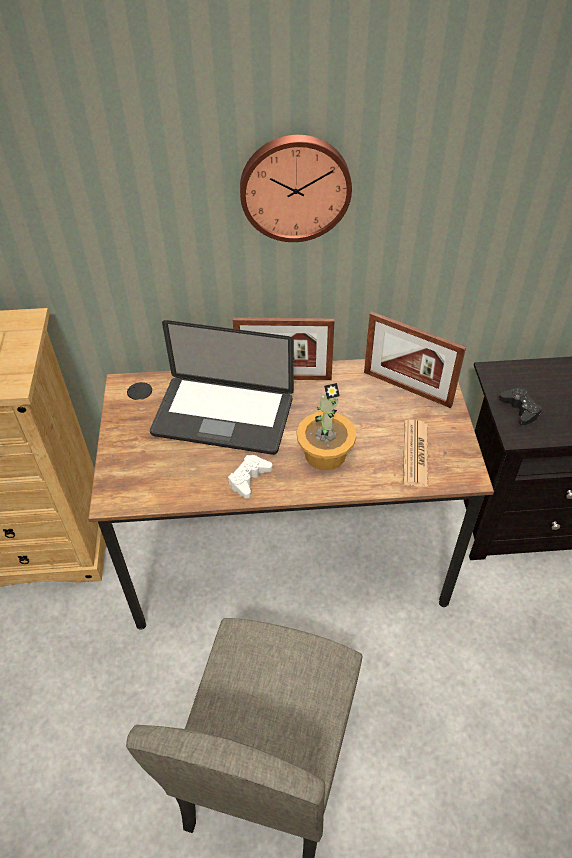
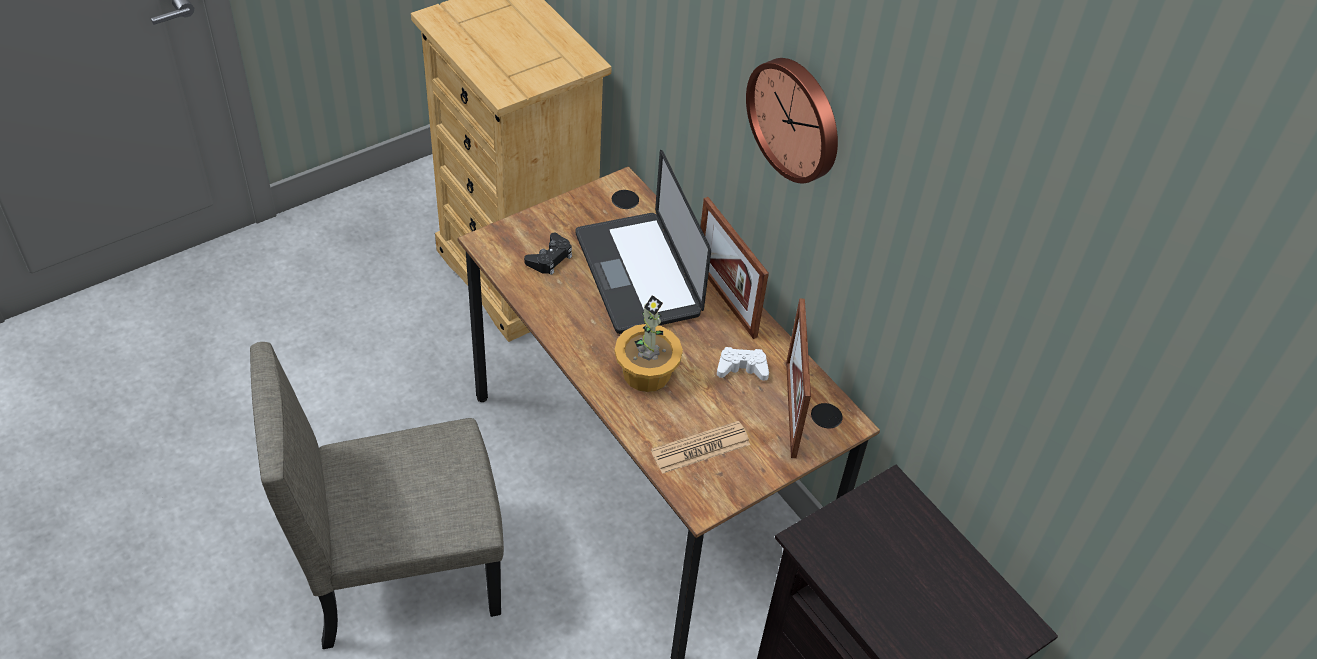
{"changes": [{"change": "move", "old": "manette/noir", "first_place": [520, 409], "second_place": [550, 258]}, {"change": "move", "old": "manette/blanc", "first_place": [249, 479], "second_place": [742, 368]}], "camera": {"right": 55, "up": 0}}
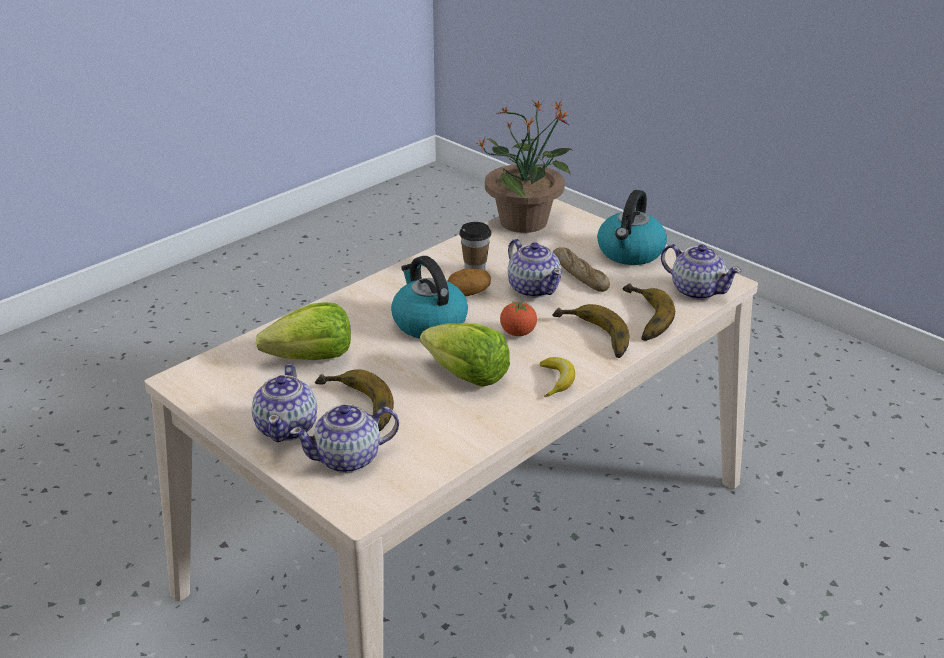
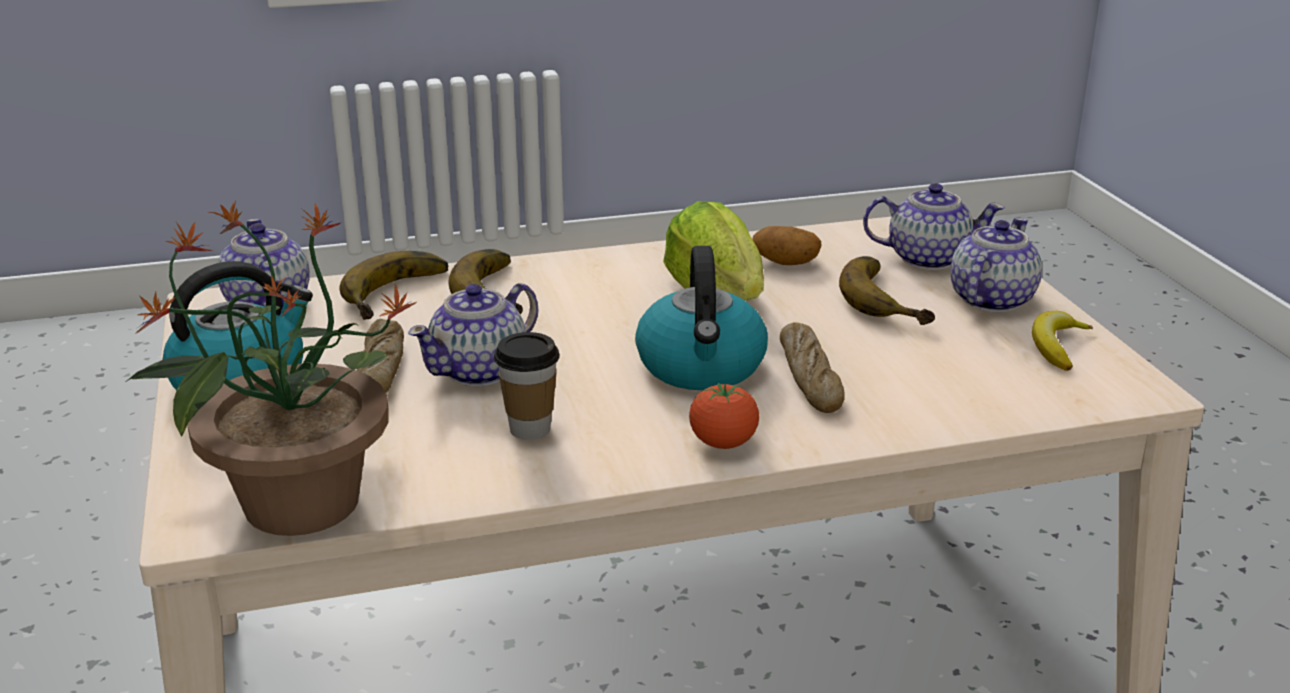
{"changes": [{"change": "rotate", "old": "théière", "first_place": [534, 288], "second_place": [480, 371], "degrees": -135}, {"change": "move", "old": "pomme de terre", "first_place": [469, 292], "second_place": [785, 262]}, {"change": "move", "old": "tomate", "first_place": [518, 333], "second_place": [723, 443]}, {"change": "delete", "old": "laitue", "first_place": [312, 358]}, {"change": "move", "old": "banane", "first_place": [557, 381], "second_place": [1057, 347]}, {"change": "insert", "new": "pain", "second_place": [810, 378]}], "camera": {"right": -150, "up": -5}}
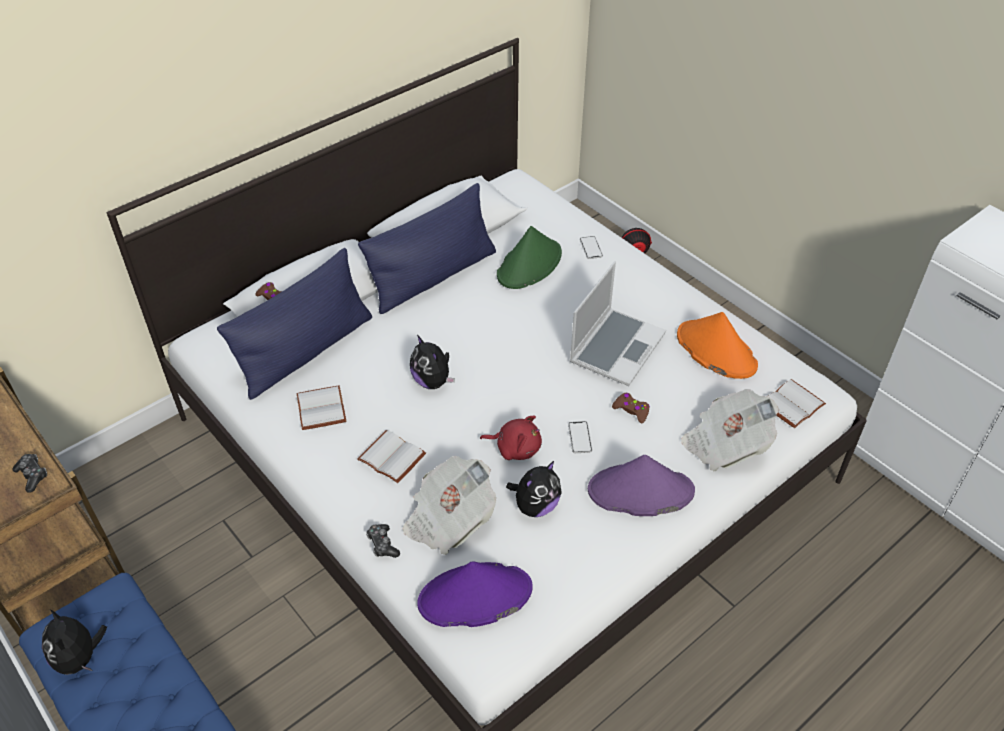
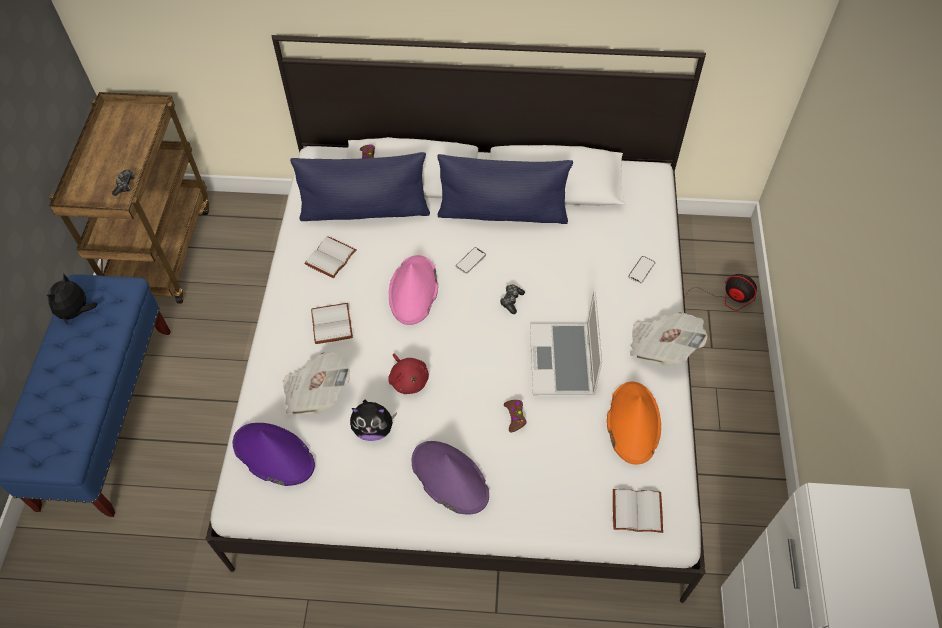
{"changes": [{"change": "delete", "old": "chapeau/vert", "first_place": [529, 264]}, {"change": "rotate", "old": "ordinateur portable", "first_place": [616, 347], "second_place": [563, 362], "degrees": 105}, {"change": "replace", "old": "peluche", "new": "chapeau/rose", "first_place": [433, 381], "second_place": [413, 291]}, {"change": "move", "old": "journal", "first_place": [725, 444], "second_place": [662, 347]}, {"change": "move", "old": "téléphone", "first_place": [579, 438], "second_place": [470, 261]}, {"change": "move", "old": "manette", "first_place": [382, 544], "second_place": [511, 301]}], "camera": {"right": 45, "up": 10}}
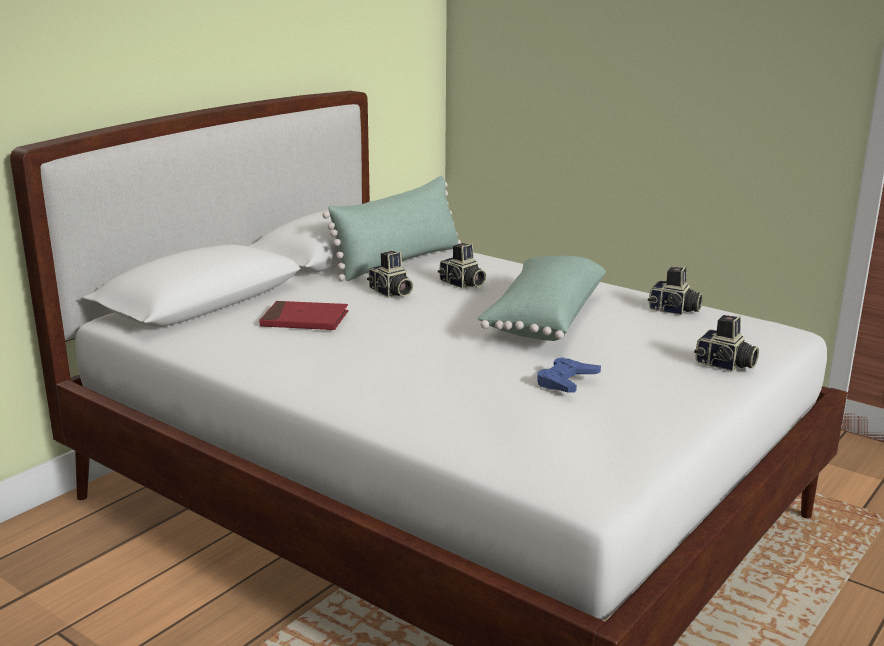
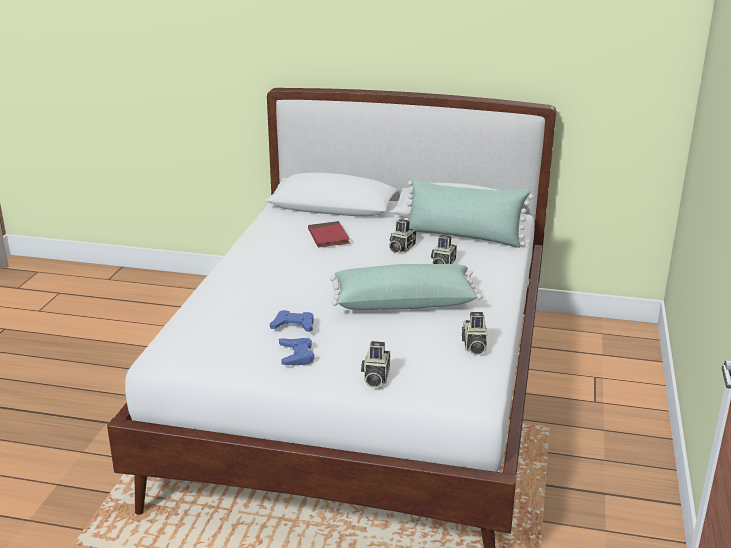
{"changes": [{"change": "insert", "new": "manette/bleu", "second_place": [296, 355]}], "camera": {"right": 65, "up": 5}}
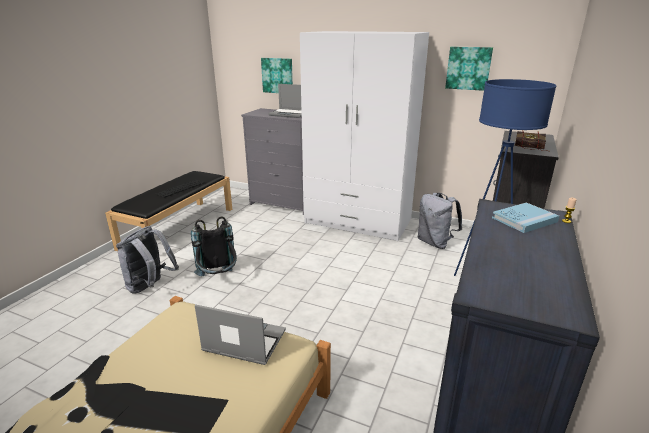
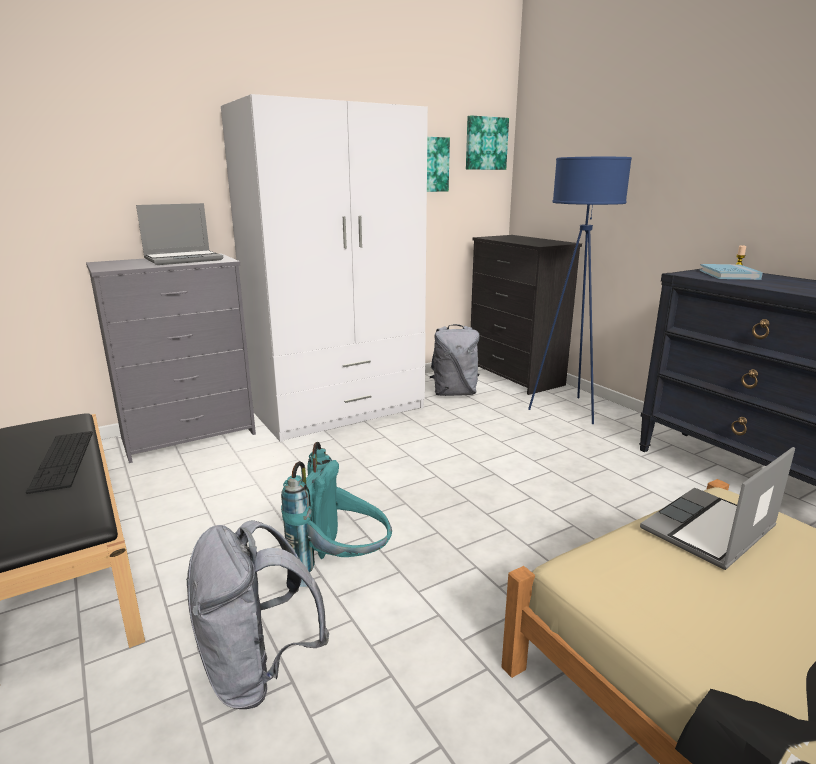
{"changes": [{"change": "move", "old": "tableau", "first_place": [278, 75], "second_place": [485, 143]}, {"change": "delete", "old": "livre", "first_place": [531, 150]}, {"change": "recolor", "old": "sac à dos/noir", "new": "sac à dos/turquoise", "first_place": [218, 279], "second_place": [341, 569]}], "camera": {"right": -55, "up": -5}}
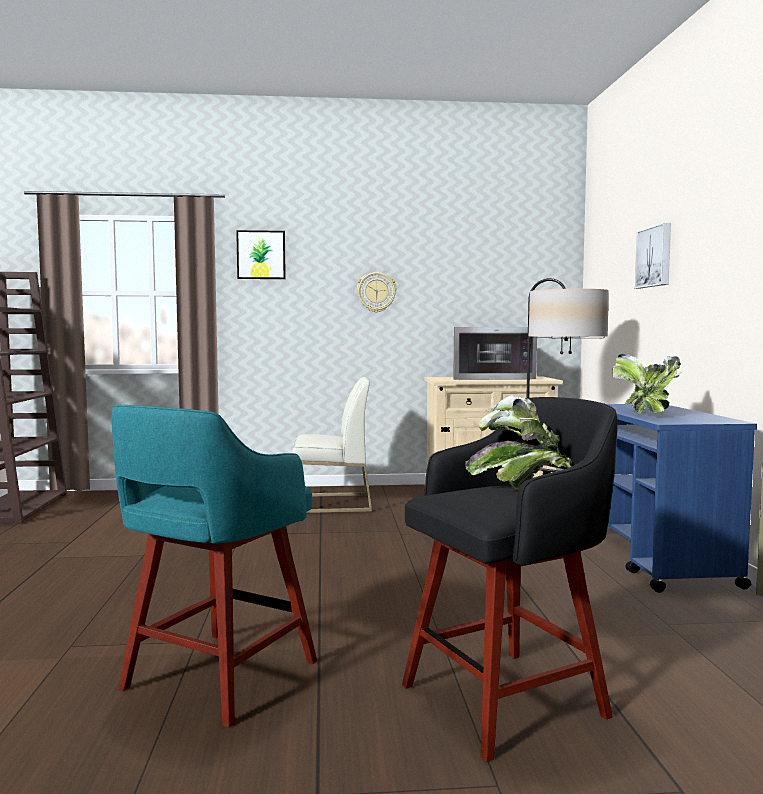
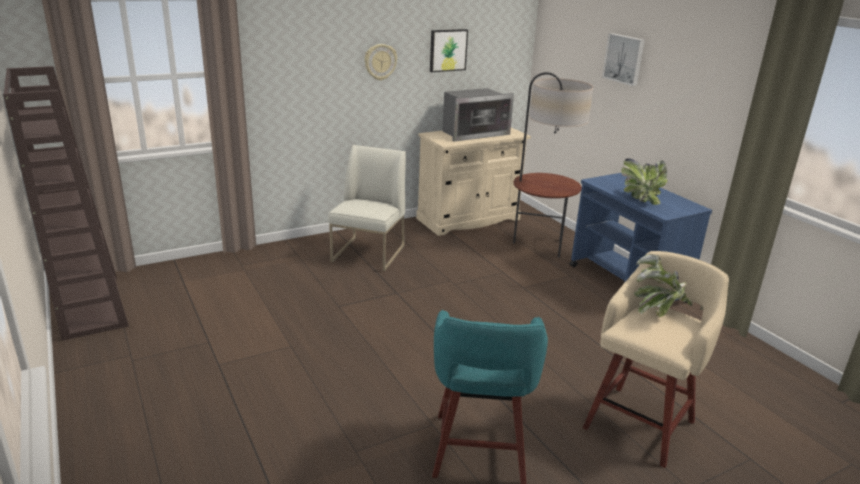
{"changes": [{"change": "move", "old": "tableau", "first_place": [261, 255], "second_place": [447, 50]}, {"change": "rotate", "old": "chaise/blanc", "first_place": [332, 503], "second_place": [369, 254], "degrees": -45}, {"change": "recolor", "old": "tabouret/noir", "new": "tabouret/beige", "first_place": [509, 699], "second_place": [641, 423]}], "camera": {"right": -25, "up": 20}}
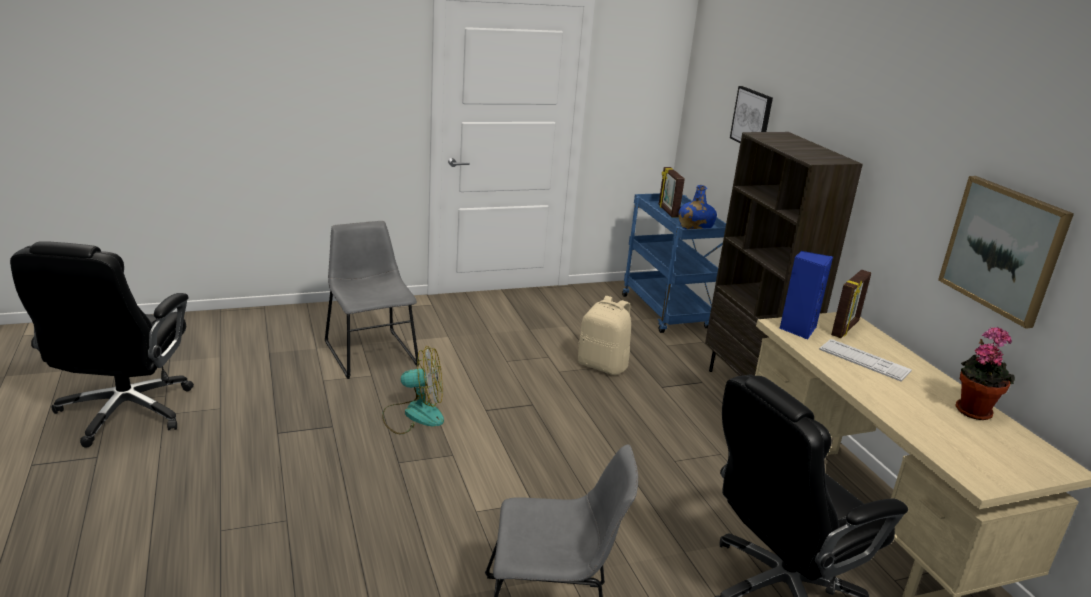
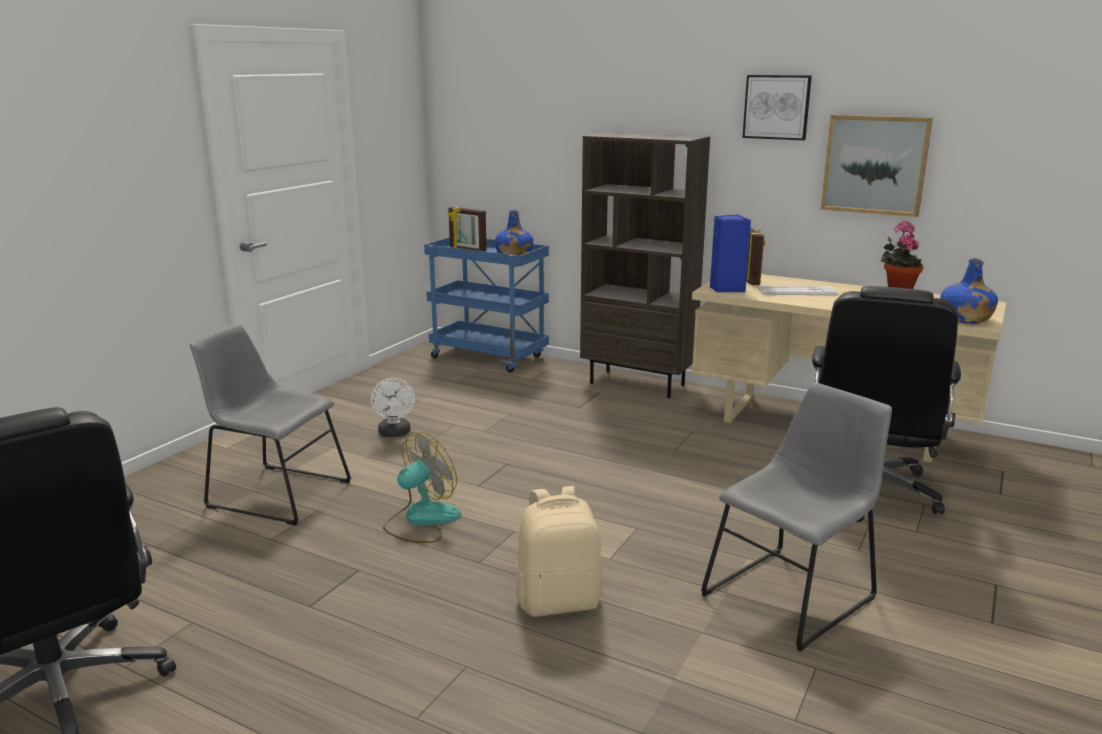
{"changes": [{"change": "move", "old": "tableau", "first_place": [752, 118], "second_place": [776, 107]}, {"change": "move", "old": "sac à dos/beige", "first_place": [603, 366], "second_place": [559, 601]}, {"change": "insert", "new": "bouteille/bleu", "second_place": [964, 319]}, {"change": "insert", "new": "ventilateur/blanc", "second_place": [395, 433]}], "camera": {"right": -40, "up": -5}}
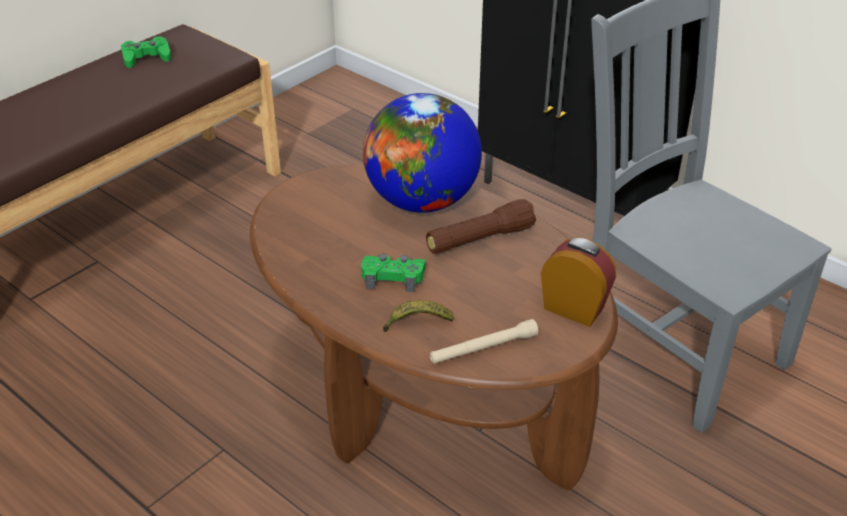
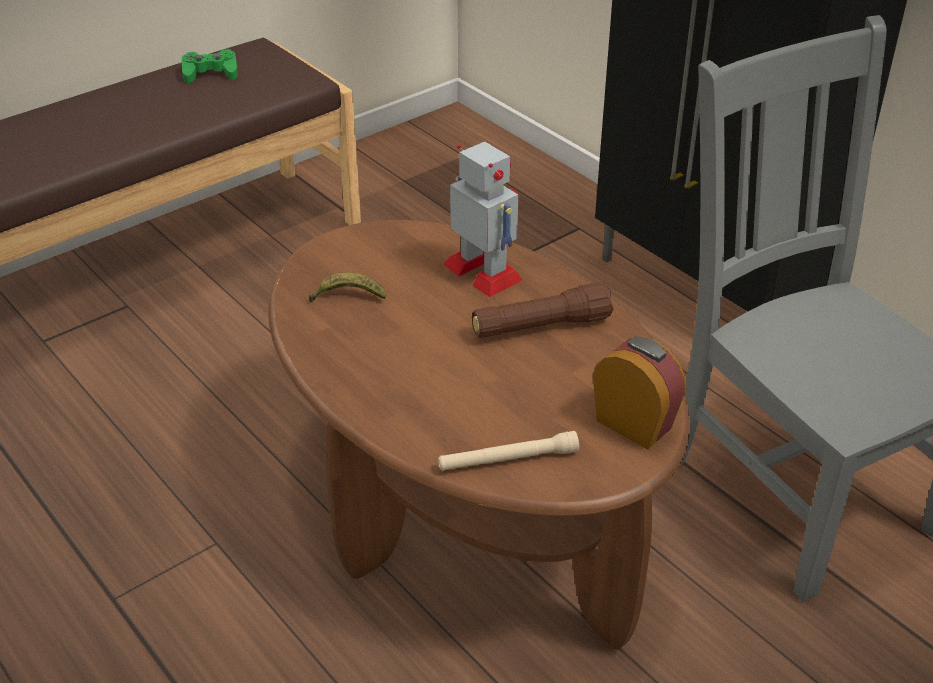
{"changes": [{"change": "replace", "old": "globe", "new": "robot jouet", "first_place": [422, 201], "second_place": [483, 273]}, {"change": "delete", "old": "manette/vert", "first_place": [393, 277]}, {"change": "move", "old": "banane", "first_place": [416, 322], "second_place": [348, 297]}], "camera": {"right": 10, "up": 0}}
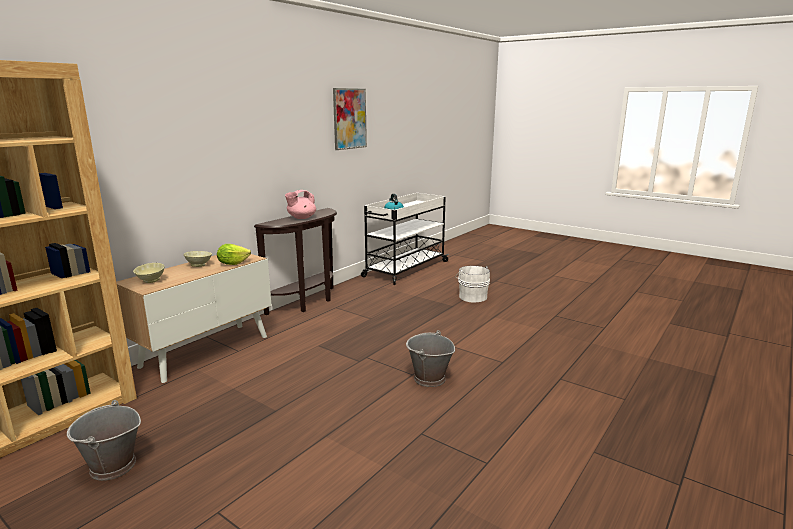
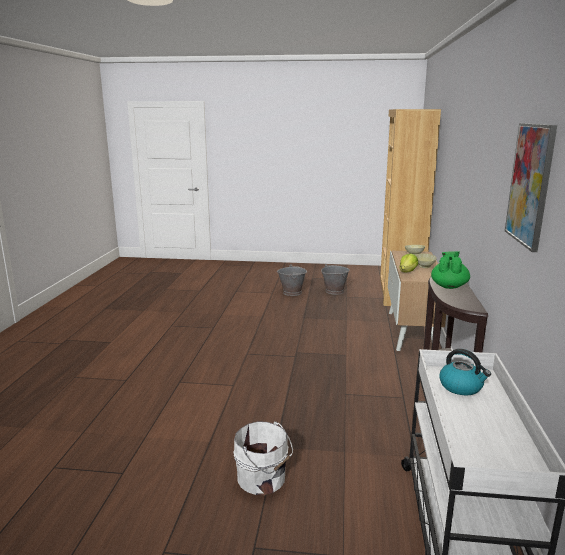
{"changes": [{"change": "recolor", "old": "théière/rose", "new": "théière/vert", "first_place": [301, 218], "second_place": [449, 286]}, {"change": "move", "old": "seau/gris", "first_place": [429, 379], "second_place": [292, 292]}], "camera": {"right": 150, "up": 0}}
